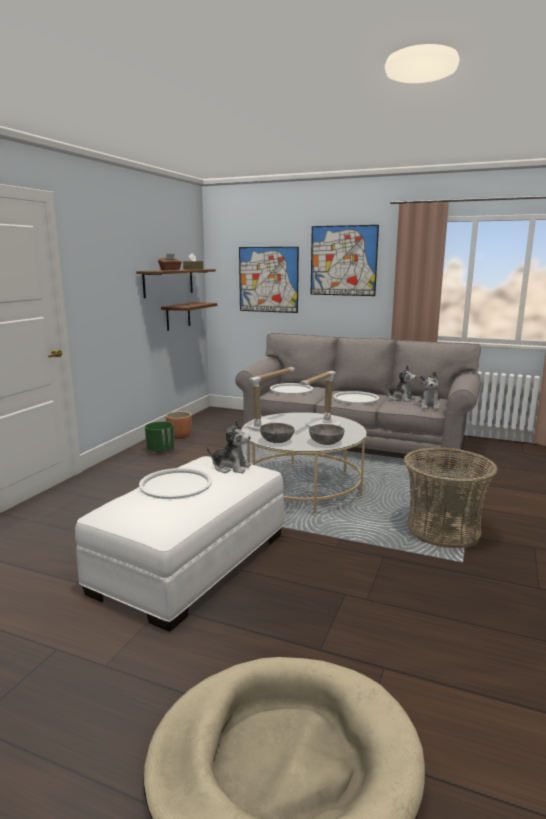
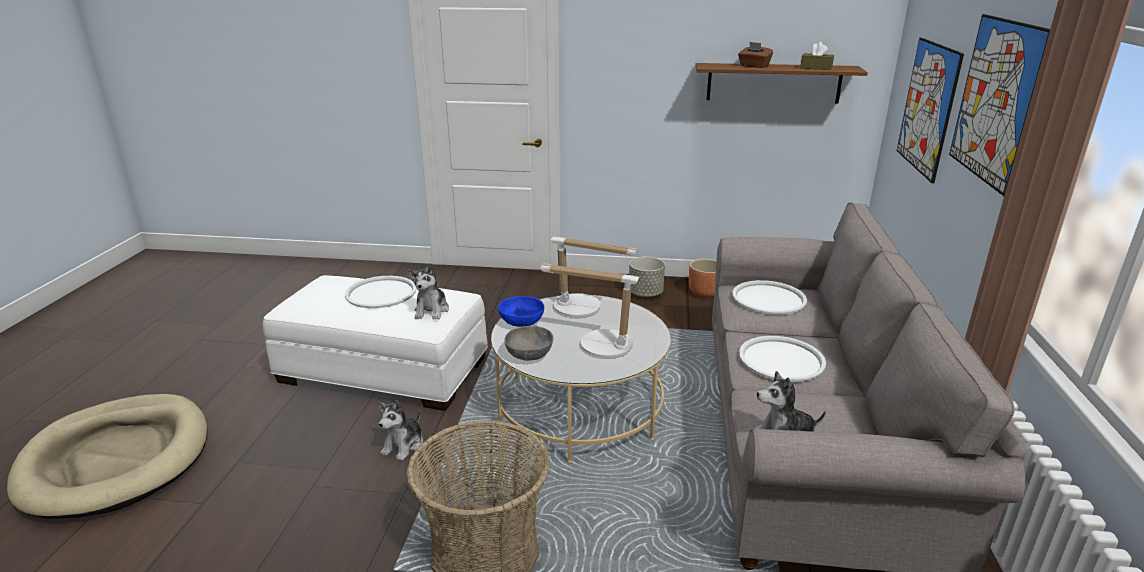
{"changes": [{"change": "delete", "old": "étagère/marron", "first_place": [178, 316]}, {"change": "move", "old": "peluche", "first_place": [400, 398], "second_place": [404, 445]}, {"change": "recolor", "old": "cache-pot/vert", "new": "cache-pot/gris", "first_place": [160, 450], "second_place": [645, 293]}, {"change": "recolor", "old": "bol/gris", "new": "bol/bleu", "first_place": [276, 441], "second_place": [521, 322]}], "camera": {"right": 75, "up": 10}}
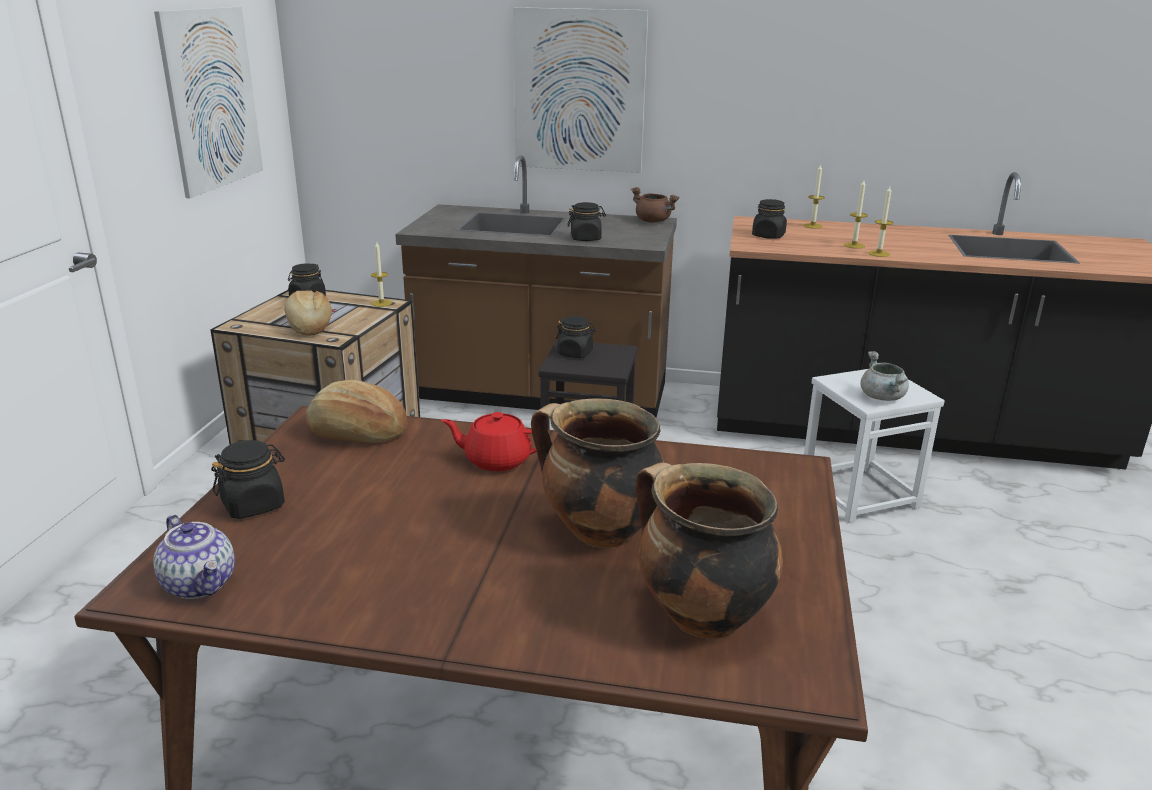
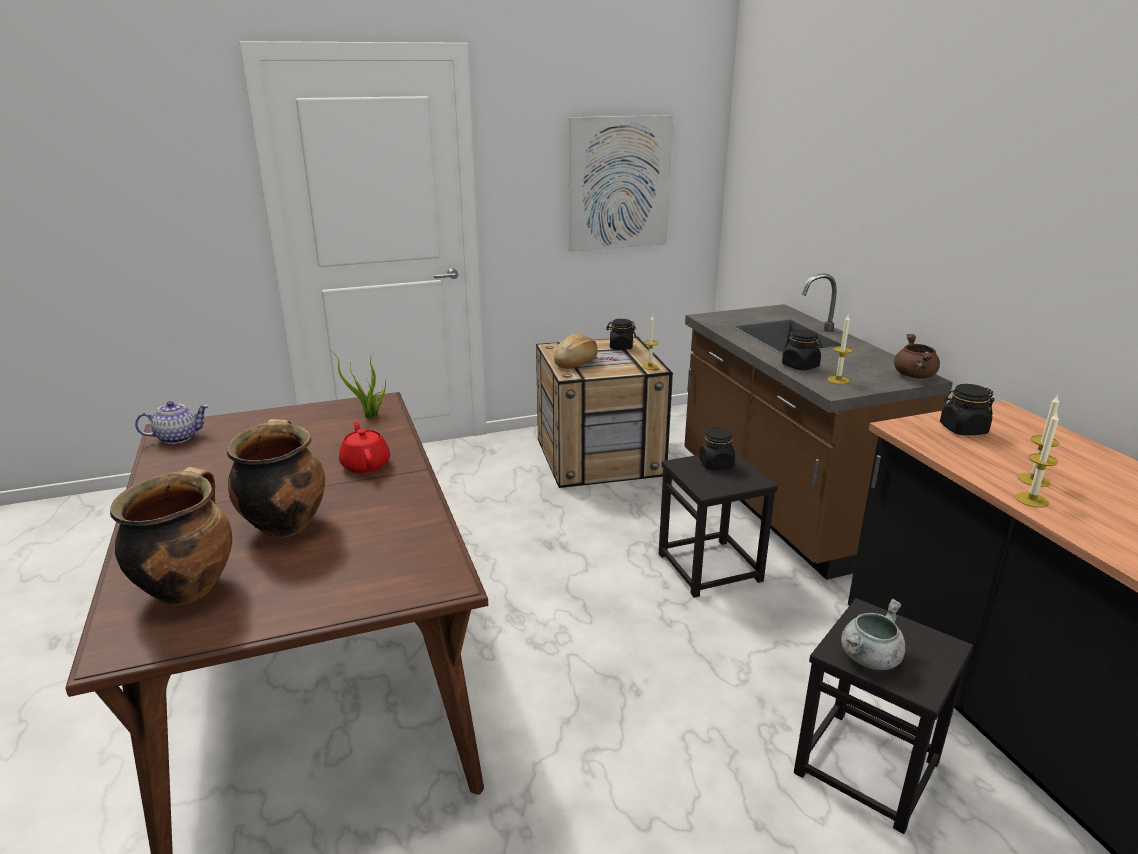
{"changes": [{"change": "delete", "old": "tableau", "first_place": [579, 91]}, {"change": "move", "old": "bougie", "first_place": [812, 226], "second_place": [838, 380]}, {"change": "recolor", "old": "tabouret/blanc", "new": "tabouret/noir", "first_place": [858, 493], "second_place": [867, 767]}, {"change": "replace", "old": "pain", "new": "plante en pot", "first_place": [357, 434], "second_place": [370, 416]}, {"change": "delete", "old": "bocal/noir", "first_place": [254, 505]}, {"change": "rotate", "old": "théière", "first_place": [200, 584], "second_place": [178, 437], "degrees": -135}], "camera": {"right": 60, "up": 0}}
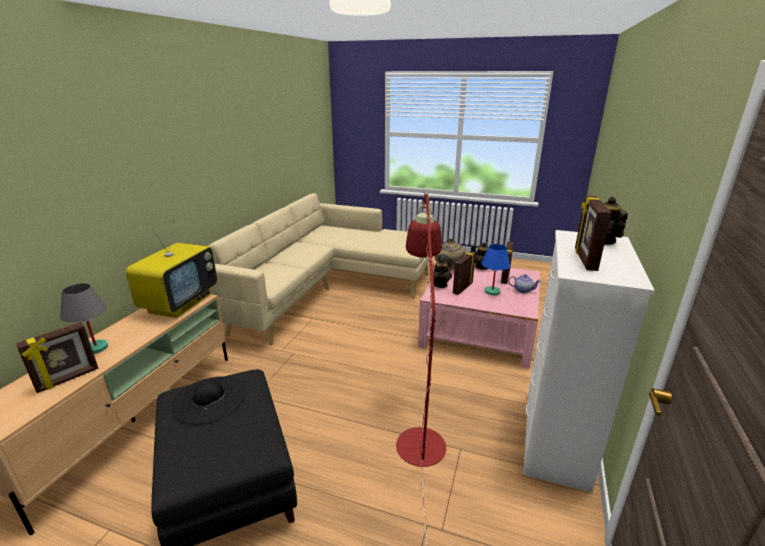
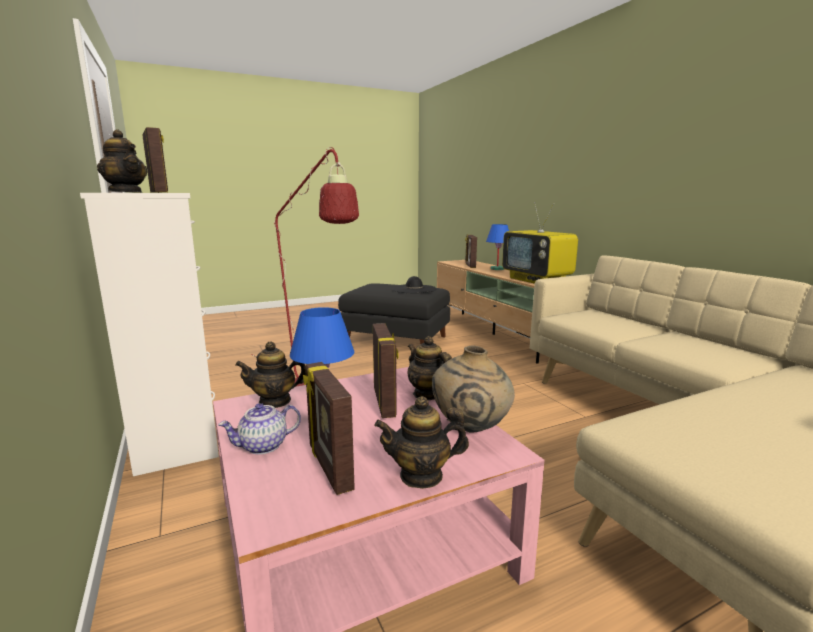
{"changes": [{"change": "recolor", "old": "lampe de table/gris", "new": "lampe de table/bleu", "first_place": [95, 348], "second_place": [497, 269]}, {"change": "insert", "new": "théière", "second_place": [275, 401]}], "camera": {"right": 135, "up": -10}}
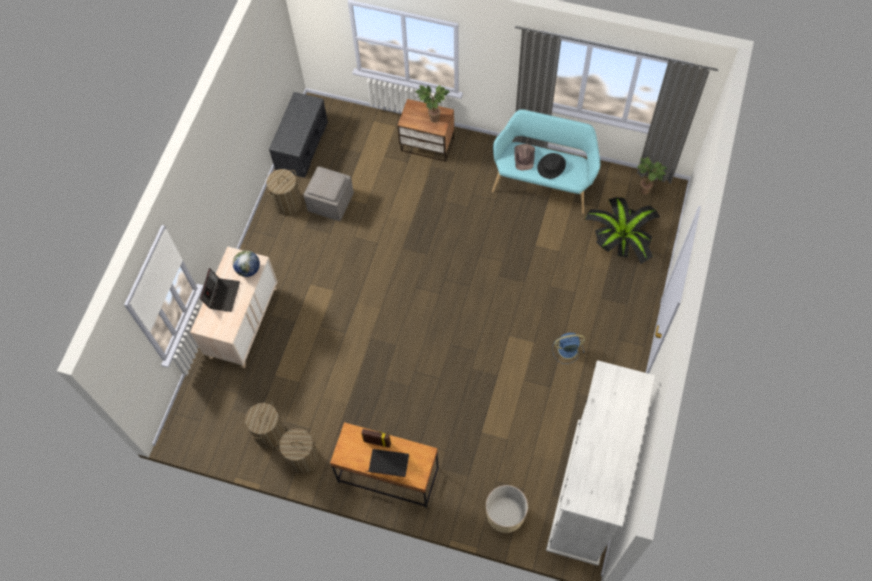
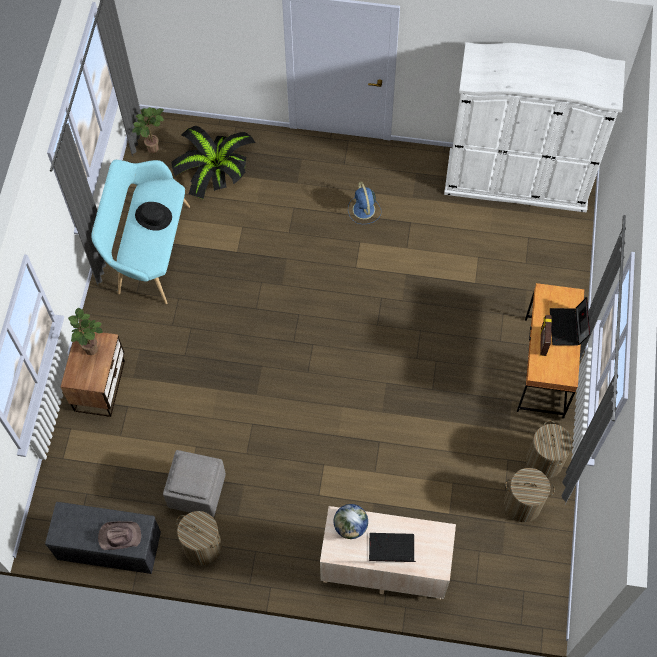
{"changes": [{"change": "move", "old": "chapeau/marron", "first_place": [524, 157], "second_place": [119, 536]}, {"change": "delete", "old": "cache-pot/beige", "first_place": [505, 515]}], "camera": {"right": -100, "up": 0}}
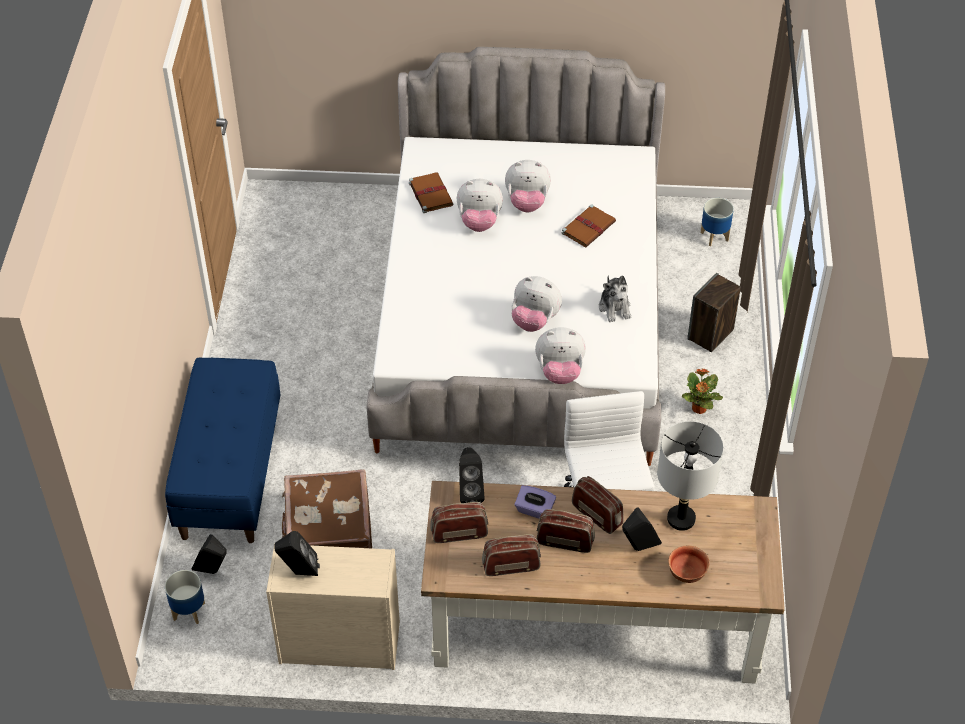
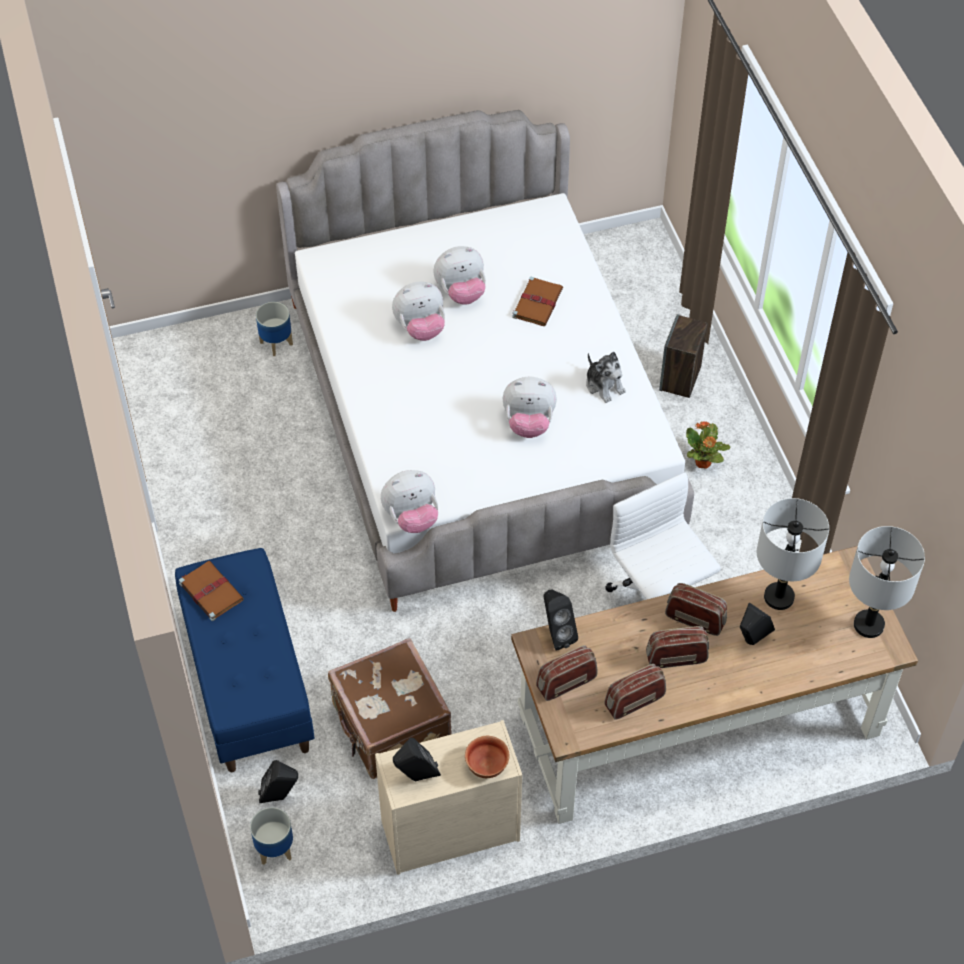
{"changes": [{"change": "move", "old": "livre/marron", "first_place": [430, 193], "second_place": [210, 591]}, {"change": "move", "old": "cache-pot", "first_place": [714, 236], "second_place": [276, 343]}, {"change": "move", "old": "peluche", "first_place": [559, 372], "second_place": [411, 517]}, {"change": "delete", "old": "boîte à mouchoirs/violet", "first_place": [534, 510]}, {"change": "move", "old": "bol", "first_place": [686, 572], "second_place": [486, 765]}, {"change": "insert", "new": "lampe de table/gris", "second_place": [868, 625]}], "camera": {"right": -20, "up": 5}}
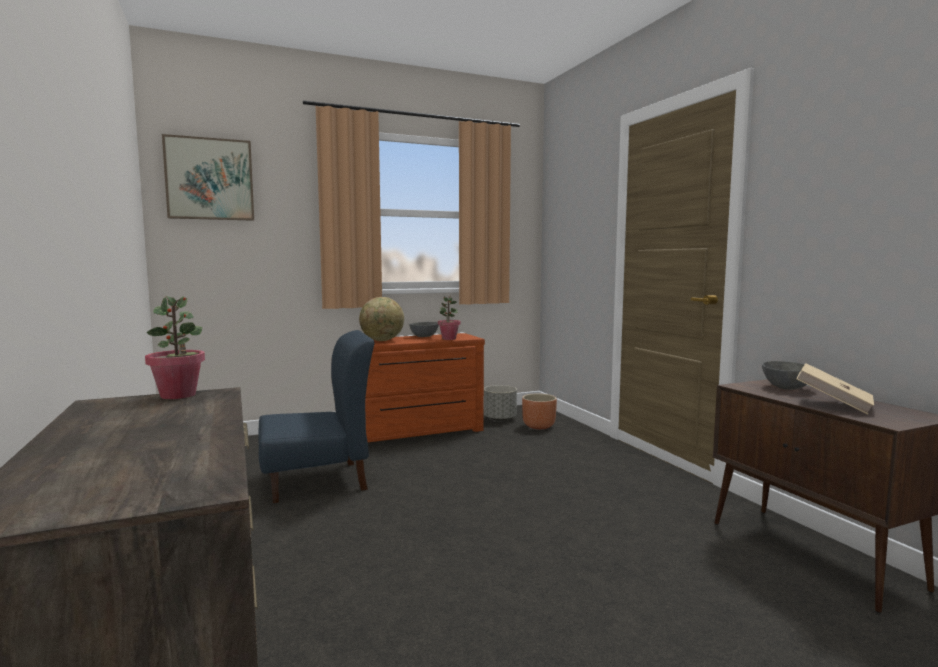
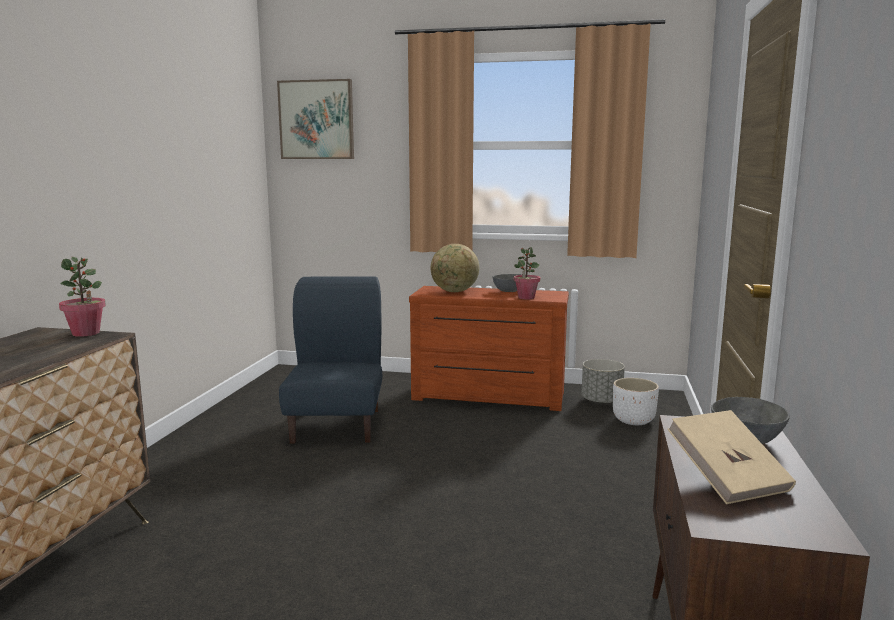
{"changes": [{"change": "rotate", "old": "chaise/bleu", "first_place": [317, 481], "second_place": [337, 425], "degrees": -105}, {"change": "recolor", "old": "cache-pot/marron", "new": "cache-pot/blanc", "first_place": [538, 426], "second_place": [633, 420]}], "camera": {"right": 35, "up": 5}}
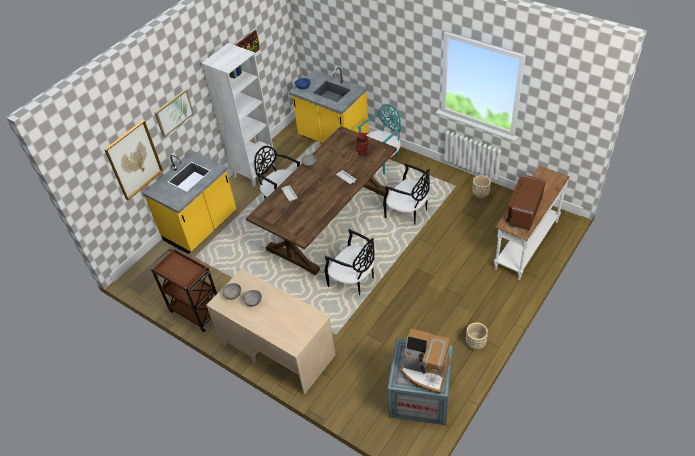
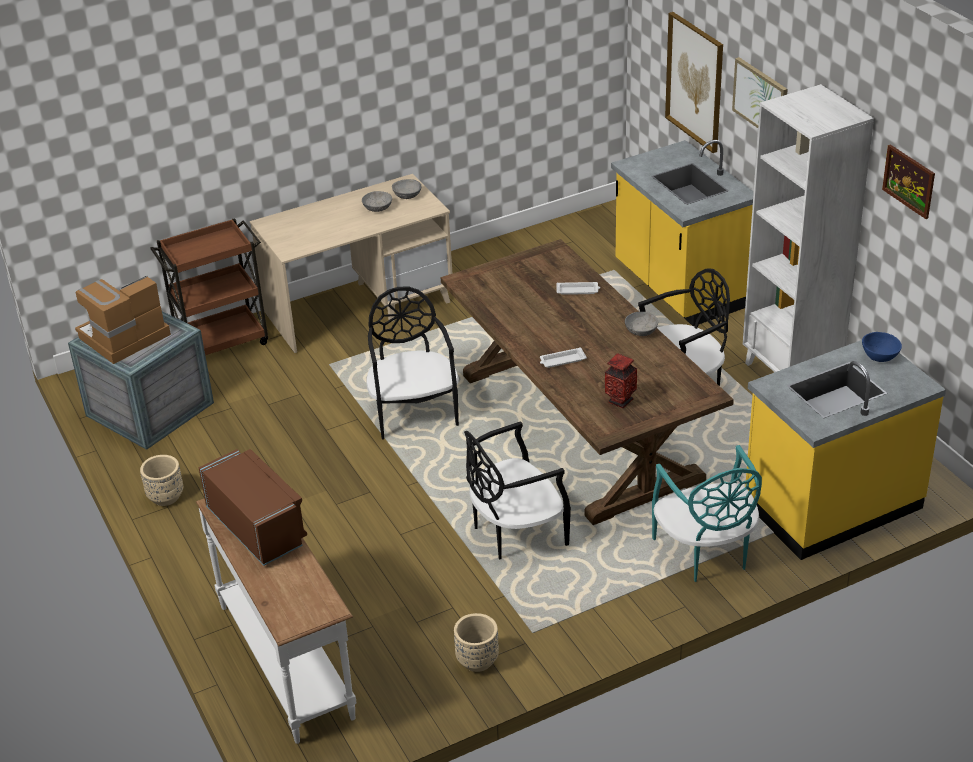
{"changes": [{"change": "rotate", "old": "chaise/noir", "first_place": [353, 280], "second_place": [414, 412], "degrees": 105}, {"change": "move", "old": "chariot/marron", "first_place": [196, 310], "second_place": [222, 342]}], "camera": {"right": 115, "up": -10}}
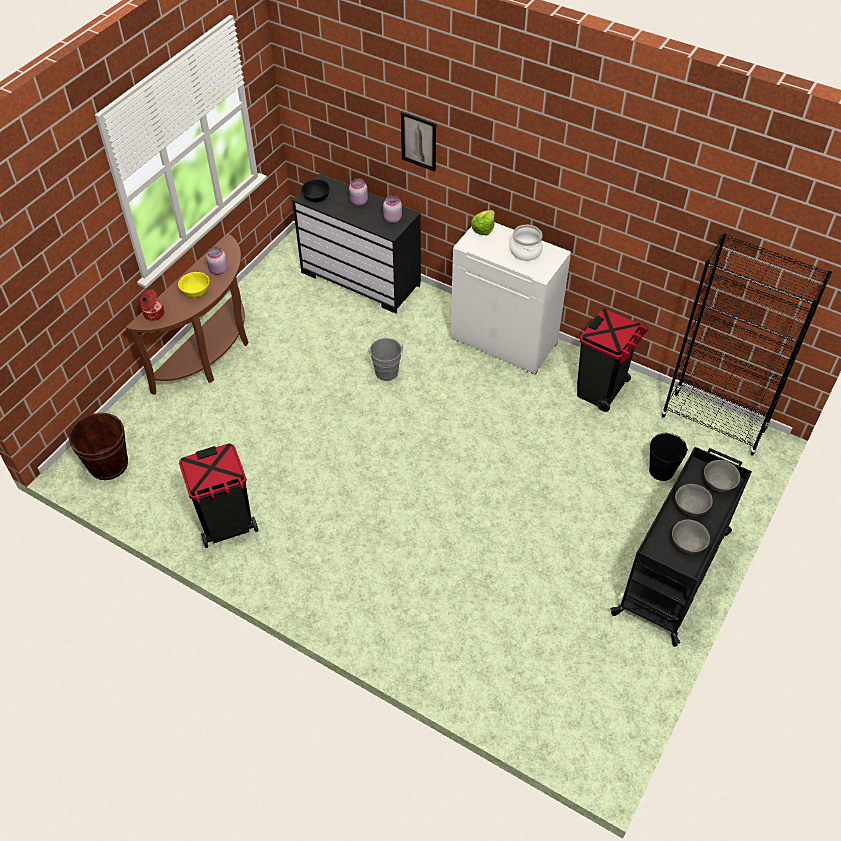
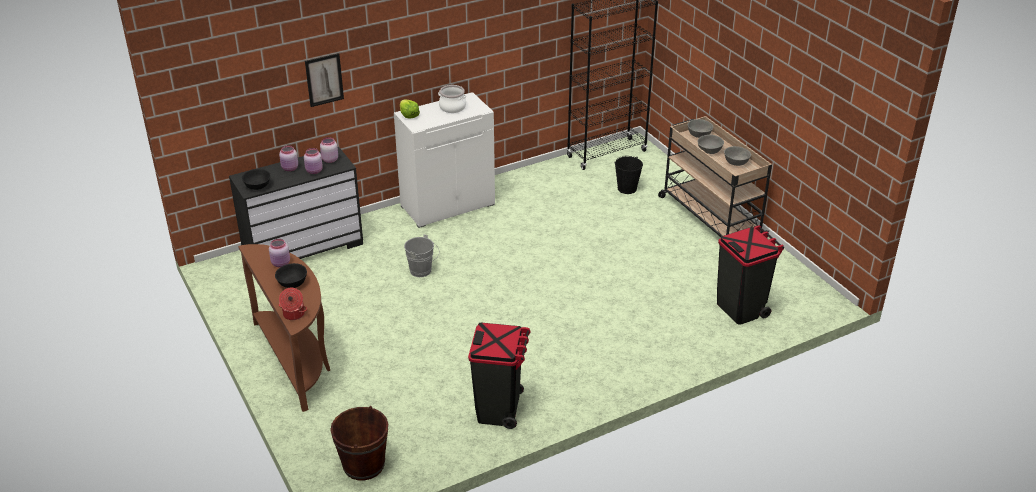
{"changes": [{"change": "recolor", "old": "bol/jaune", "new": "bol/noir", "first_place": [195, 291], "second_place": [292, 283]}, {"change": "move", "old": "poubelle/noir", "first_place": [601, 390], "second_place": [740, 308]}, {"change": "recolor", "old": "chariot/noir", "new": "chariot/beige", "first_place": [673, 571], "second_place": [709, 216]}, {"change": "insert", "new": "bocal/rose", "second_place": [314, 171]}], "camera": {"right": -60, "up": -15}}
